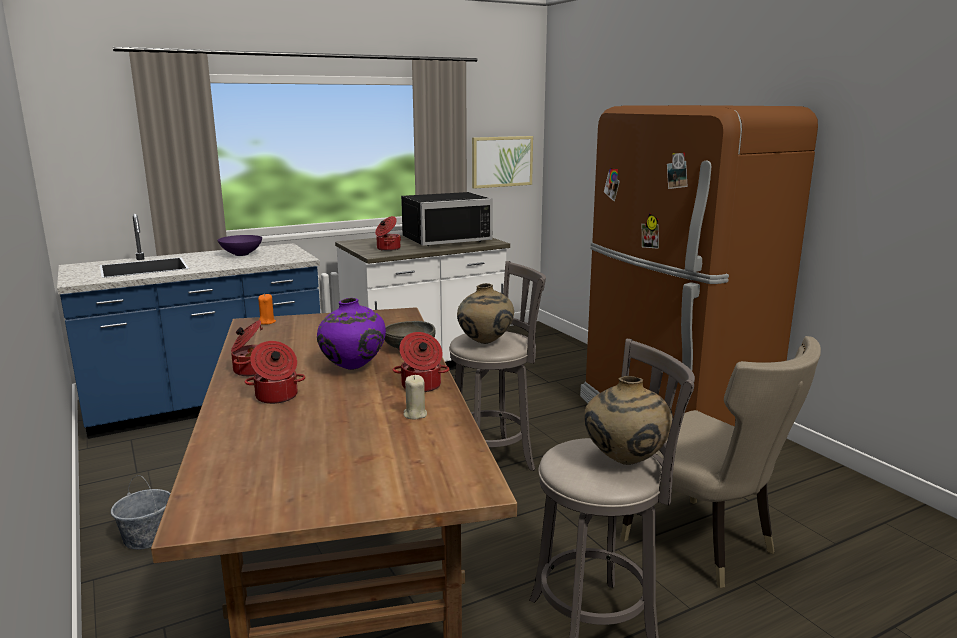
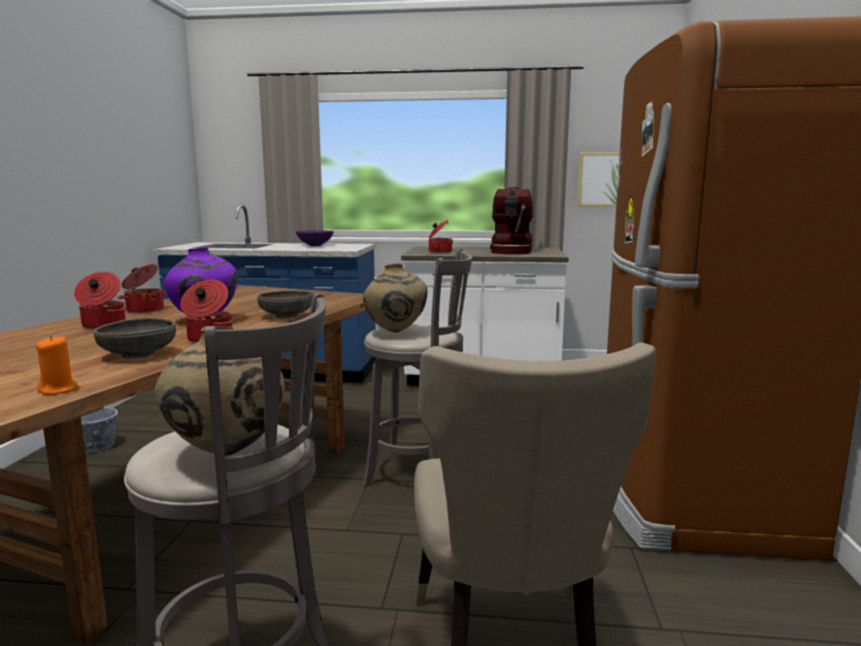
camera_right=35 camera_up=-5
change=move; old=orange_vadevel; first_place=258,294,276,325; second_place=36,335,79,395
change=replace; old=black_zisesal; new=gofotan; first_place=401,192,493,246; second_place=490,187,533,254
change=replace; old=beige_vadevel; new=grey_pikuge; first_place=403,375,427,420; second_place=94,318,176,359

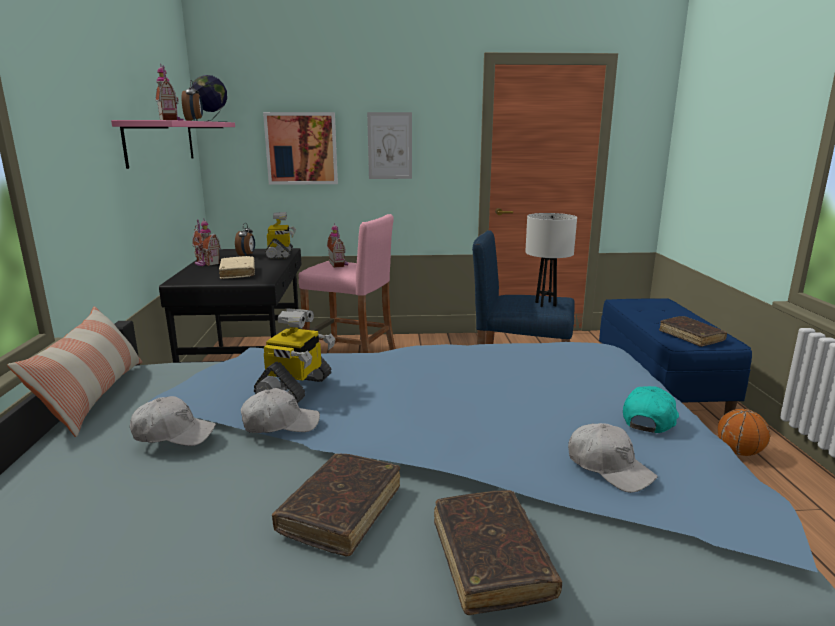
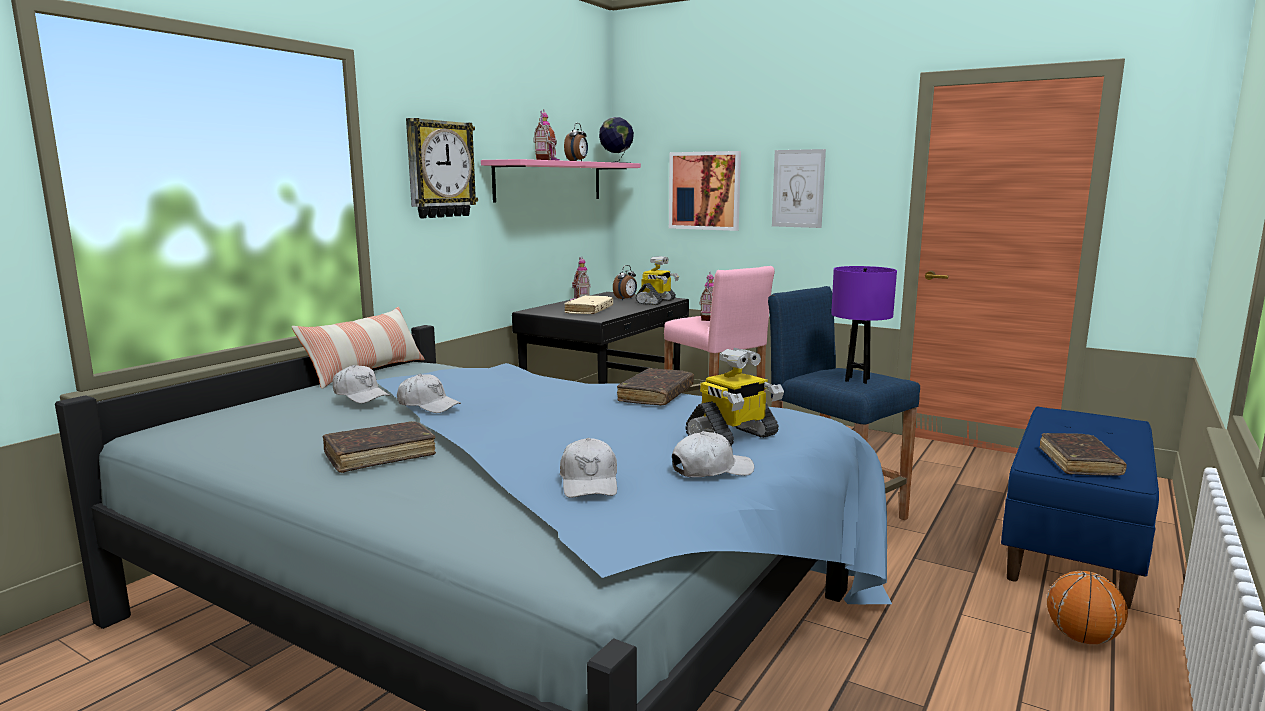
camera_right=35 camera_up=-5
change=move; old=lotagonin; first_place=254,308,335,403; second_place=686,348,784,446
change=move; old=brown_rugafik; first_place=434,490,562,615; second_place=617,368,694,406
change=recolor; old=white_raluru; new=purple_raluru; first_place=525,213,577,307; second_place=831,266,897,384
change=recolor; old=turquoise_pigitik; new=white_pigitik; first_place=623,386,679,433; second_place=672,431,754,477
change=insert; new=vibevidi; second_place=406,118,478,218

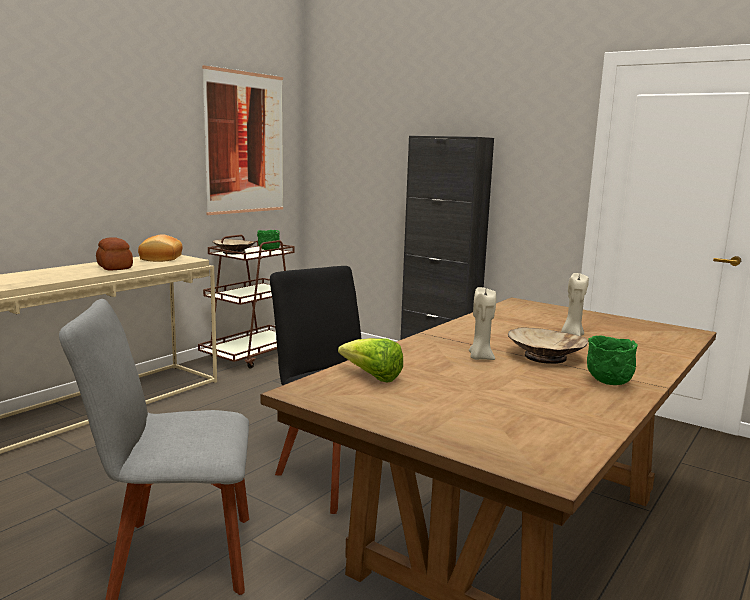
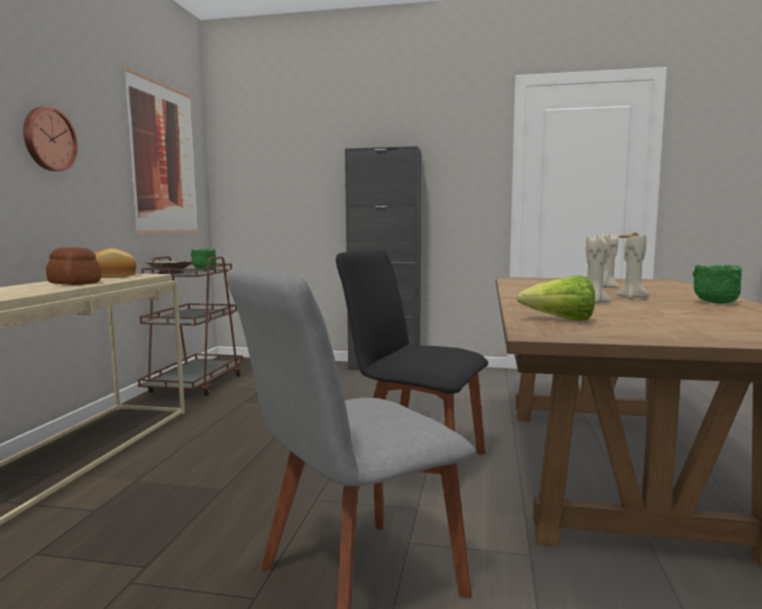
camera_right=-25 camera_up=-5
change=replace; old=beige_pikuge; new=beige_vadevel; first_place=508,327,588,364; second_place=616,234,649,299
change=insert; new=vibevidi; second_place=23,107,78,171

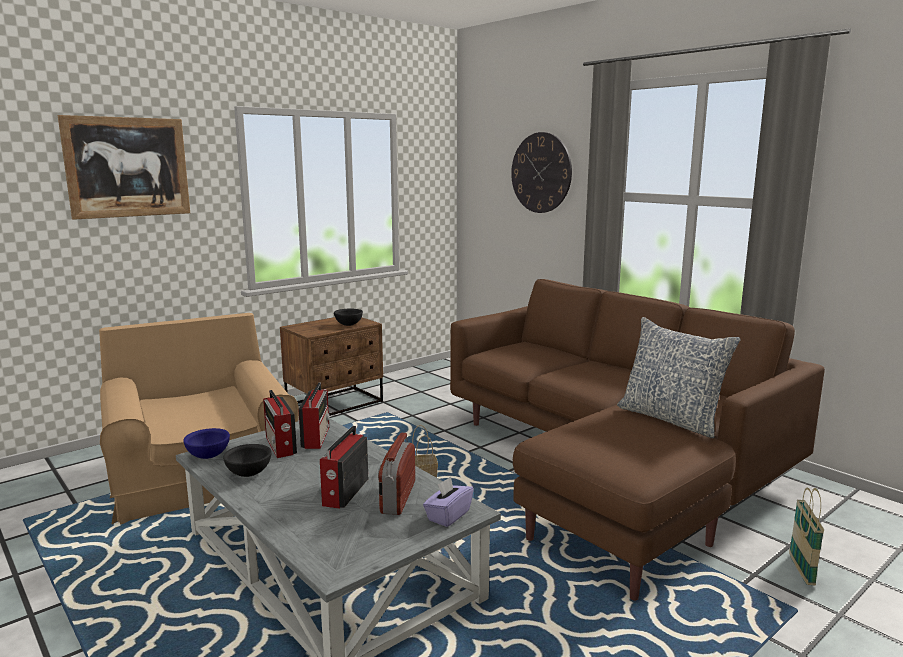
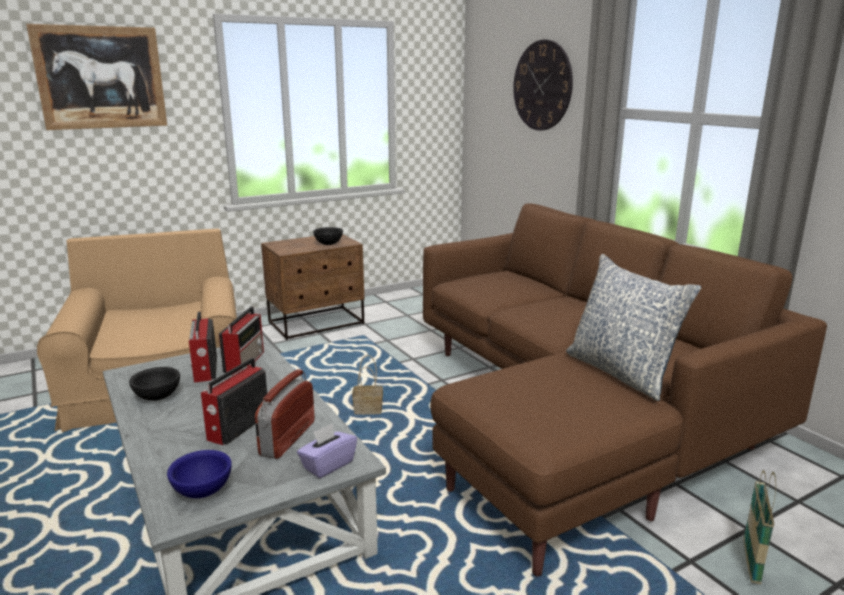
camera_right=10 camera_up=5
change=move; old=blue_pikuge; first_place=183,428,230,459; second_place=167,450,232,498

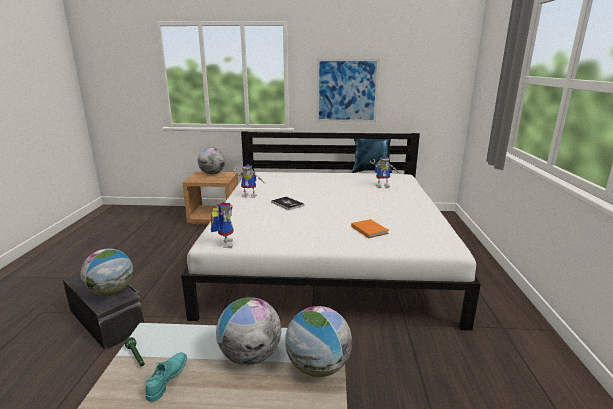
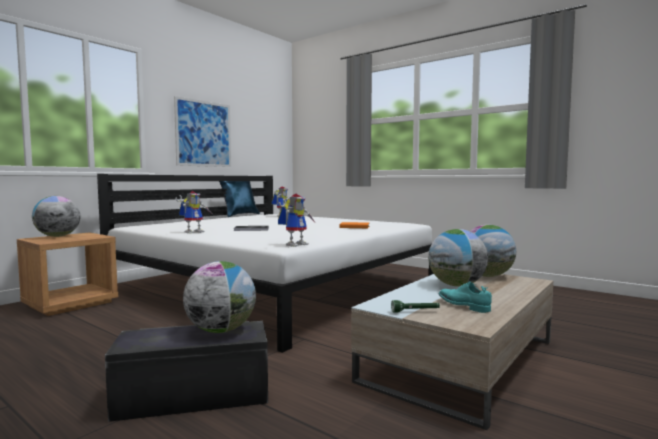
camera_right=-55 camera_up=-15
change=rotate; old=lotagonin; first_place=211,202,233,248; second_place=278,194,315,247; degrees=105

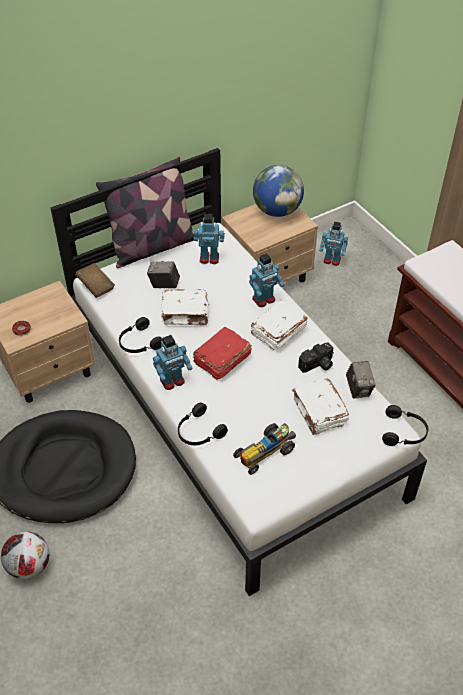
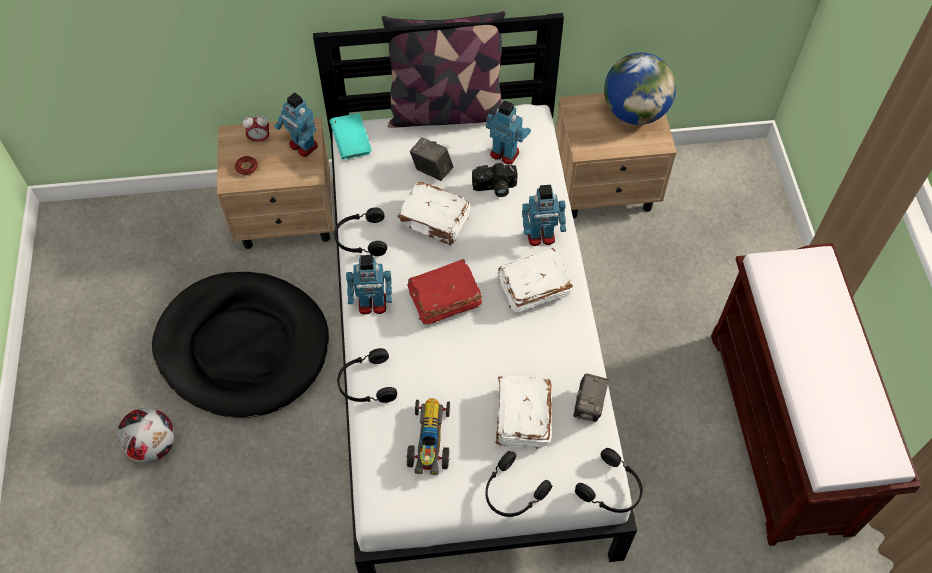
camera_right=25 camera_up=10
change=recolor; old=brown_rugafik; new=turquoise_rugafik; first_place=75,263,115,298; second_place=329,113,372,159
change=rotate; old=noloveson; first_place=233,423,296,475; second_place=406,398,451,475; degrees=105
change=move; old=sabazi; first_place=298,342,334,373; second_place=472,163,518,197
change=move; old=lotagonin; first_place=319,222,348,266; second_place=274,92,318,157
change=insert; new=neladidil; second_place=243,115,269,143
change=insert; new=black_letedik; second_place=486,451,552,517

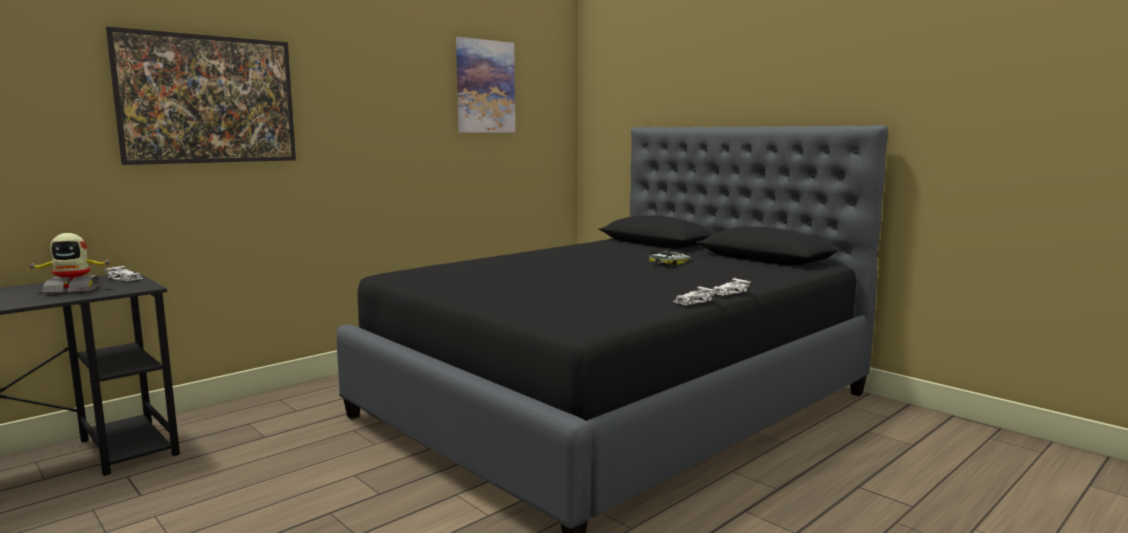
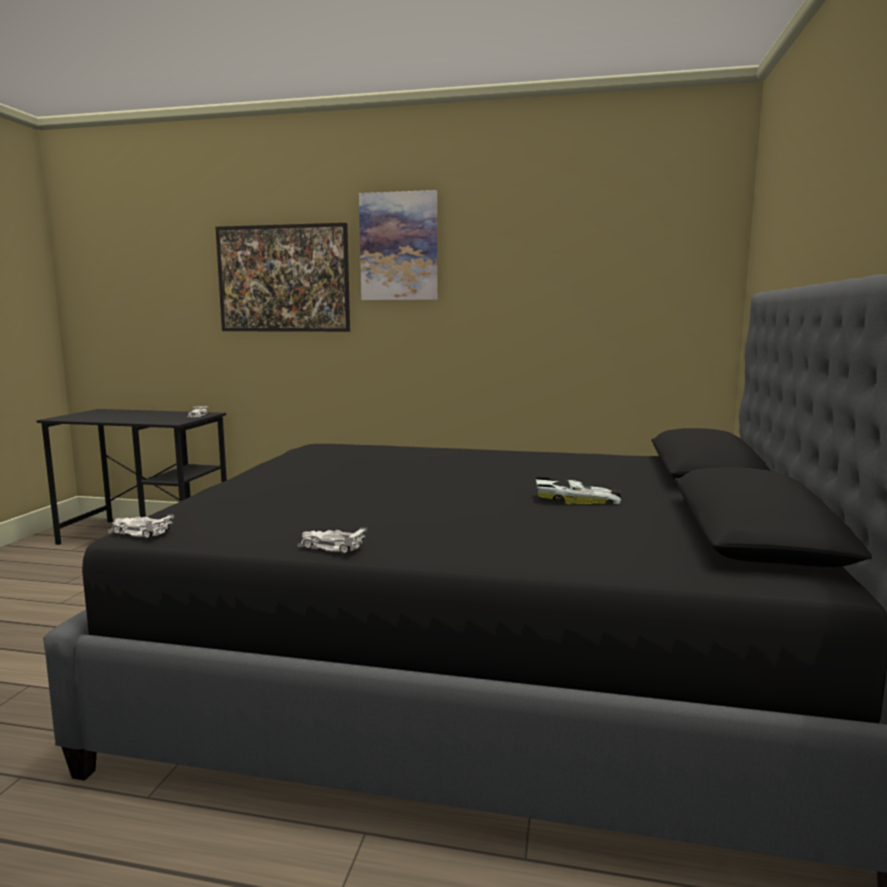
camera_right=55 camera_up=0
change=delete; old=lotagonin; first_place=24,233,114,294
change=move; old=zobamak; first_place=456,37,515,133; second_place=359,190,437,300
change=move; old=white_noloveson; first_place=710,277,751,296; second_place=108,514,174,539

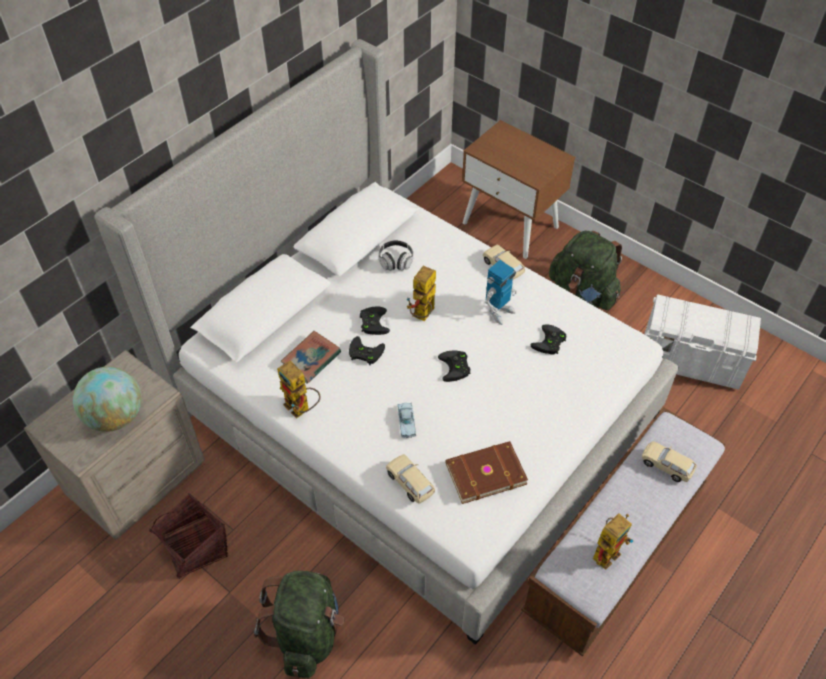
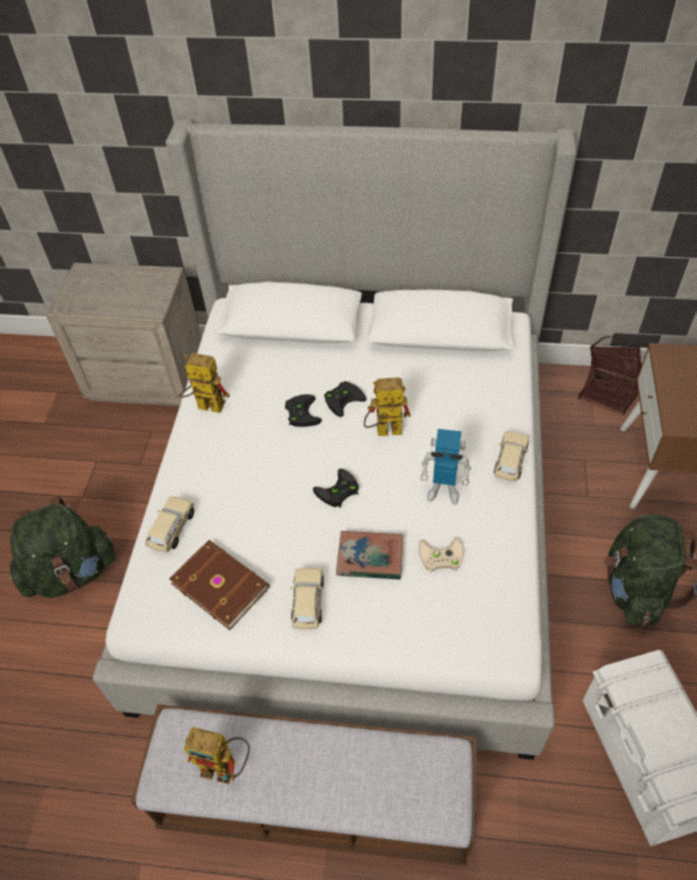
camera_right=60 camera_up=0
change=delete; old=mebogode; first_place=73,367,141,432
change=move; old=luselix; first_place=149,493,228,579; second_place=578,336,642,415
change=rotate; old=lotagonin; first_place=277,360,320,418; second_place=178,353,230,413; degrees=90
change=move; old=rugafik; first_place=281,331,341,384; second_place=336,531,403,580
change=delete; old=letedik; first_place=378,240,413,271
change=delete; old=blue_noloveson; first_place=398,403,416,438
change=recolor; old=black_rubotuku; new=beige_rubotuku; first_place=531,324,566,355; second_place=419,537,463,573
change=move; old=beige_noloveson; first_place=642,441,697,482; second_place=290,568,324,629

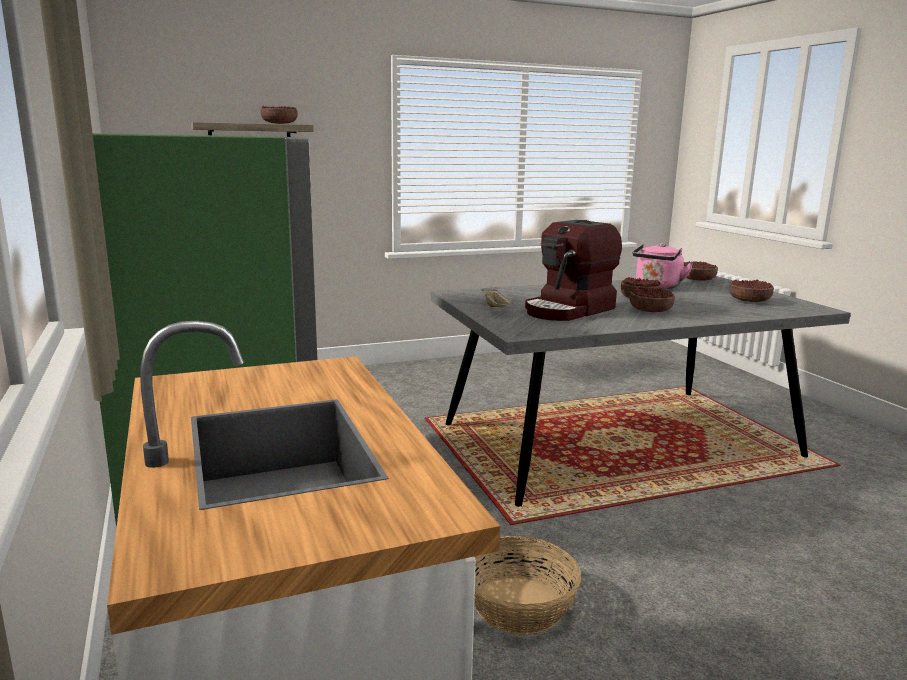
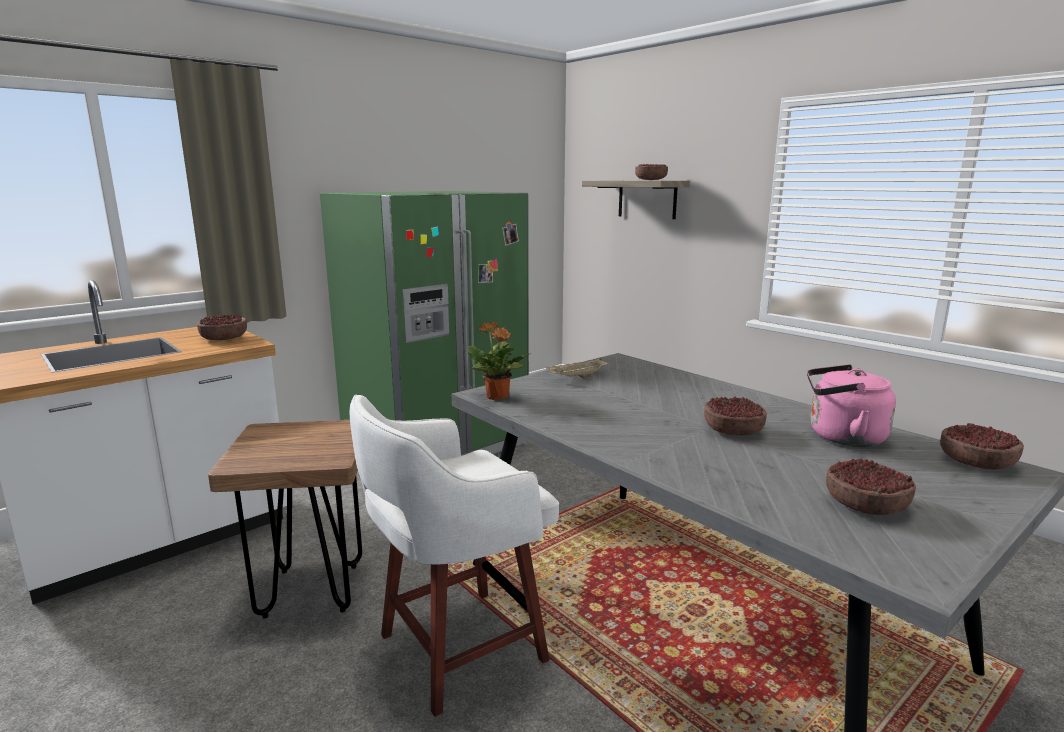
camera_right=70 camera_up=0
change=replace; old=luselix; new=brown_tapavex; first_place=474,536,581,635; second_place=208,420,362,618
change=delete; old=gofotan; first_place=525,220,622,321
change=move; old=pikuge; first_place=630,288,675,312; second_place=197,314,247,340
change=insert; new=white_tapavex; second_place=349,395,559,717
change=insert; new=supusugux; second_place=468,322,531,400

